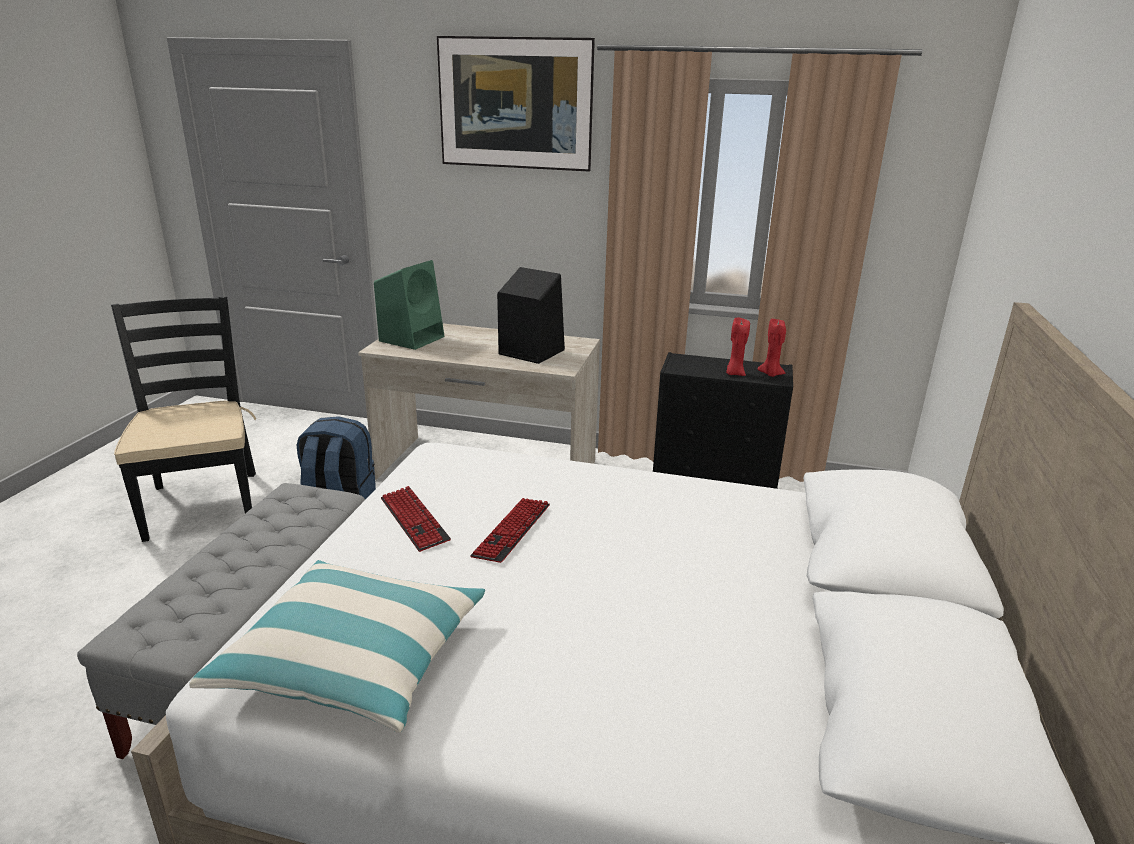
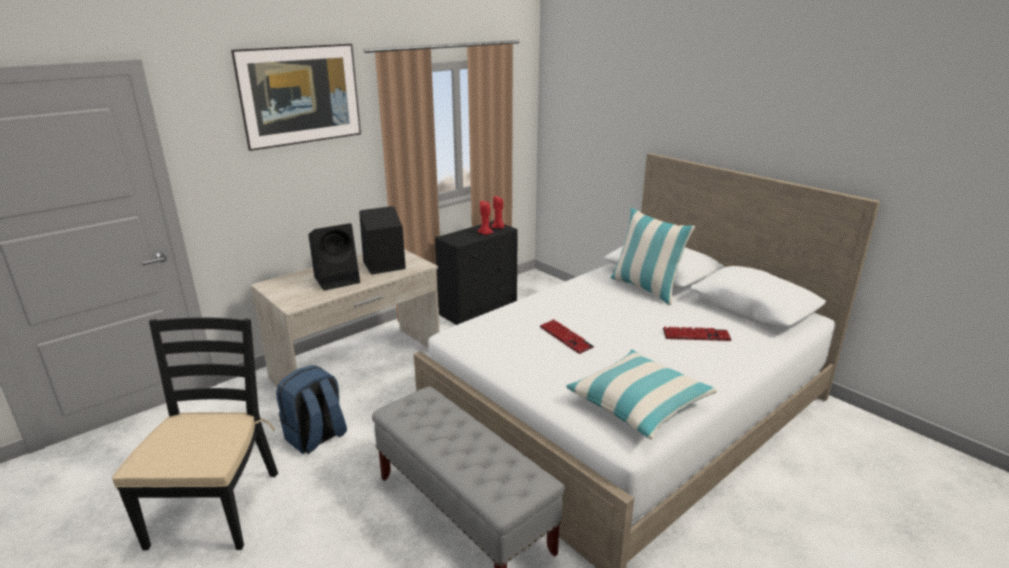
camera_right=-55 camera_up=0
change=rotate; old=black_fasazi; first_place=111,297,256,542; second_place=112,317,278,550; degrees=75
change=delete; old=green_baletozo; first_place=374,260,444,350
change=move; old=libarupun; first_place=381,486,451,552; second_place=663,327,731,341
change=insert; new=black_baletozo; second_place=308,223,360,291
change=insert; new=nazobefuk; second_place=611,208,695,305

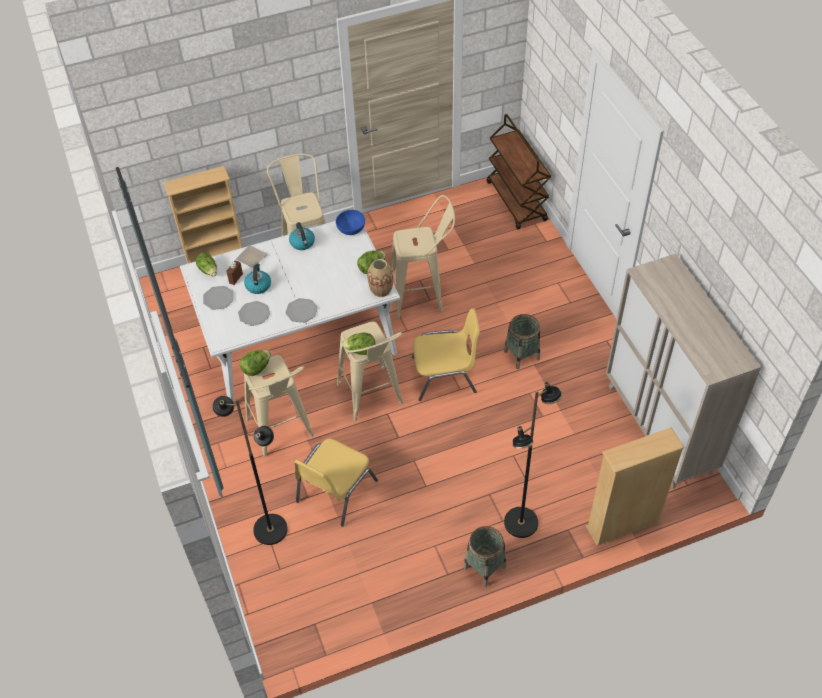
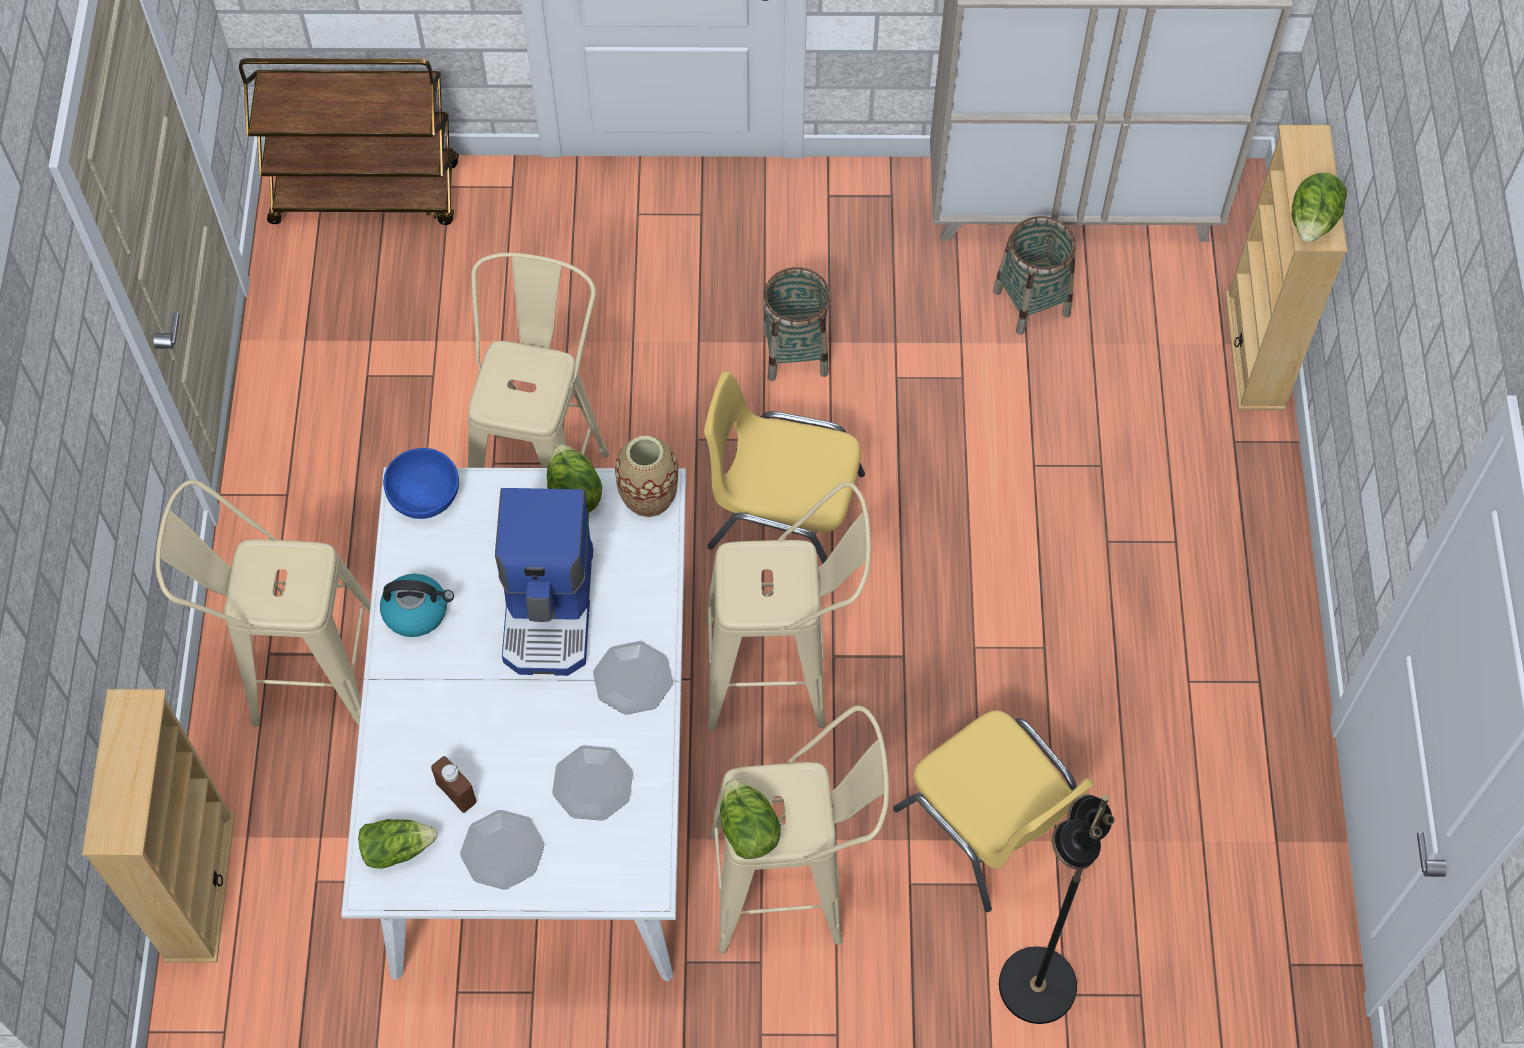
camera_right=-70 camera_up=10
change=delete; old=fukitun; first_place=235,245,267,268
change=delete; old=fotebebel; first_place=244,263,271,294
change=move; old=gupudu; first_place=341,333,375,355; second_place=1292,173,1347,243
change=rotate; old=yellow_fasazi; first_place=412,308,480,401; second_place=704,371,865,564; degrees=-90
change=move; old=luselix; first_place=463,526,506,587; second_place=993,216,1076,335
change=delete; old=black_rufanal; first_place=504,382,562,538
change=insert; new=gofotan; second_place=495,488,593,676

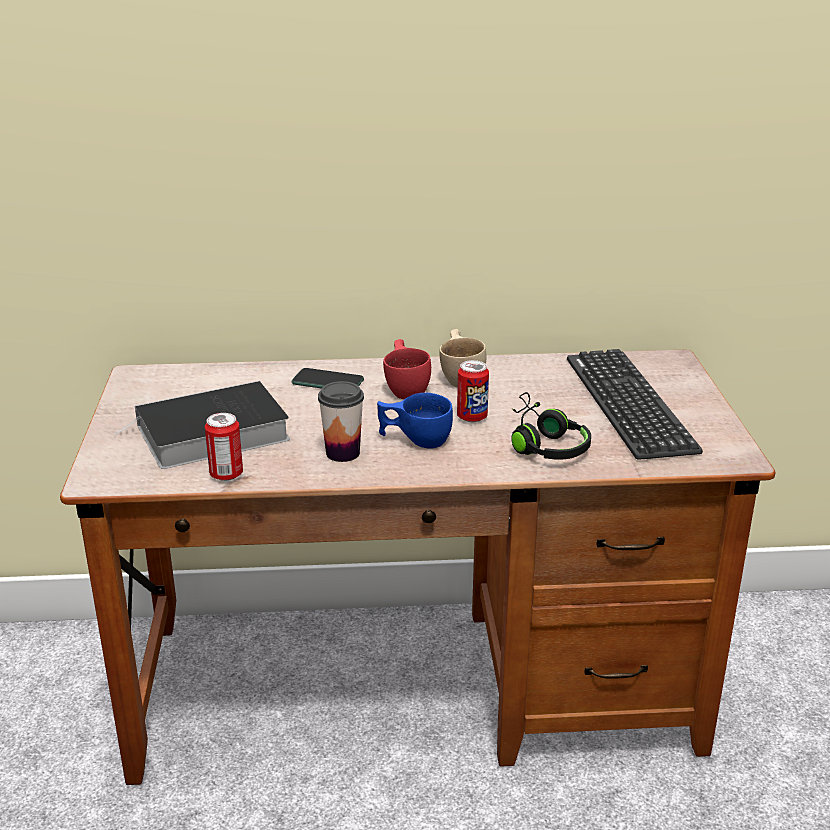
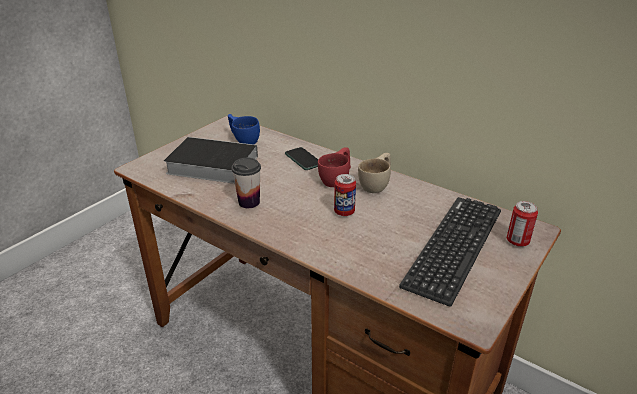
camera_right=40 camera_up=5
change=move; old=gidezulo; first_place=205,413,243,481; second_place=507,201,538,247
change=move; old=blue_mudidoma; first_place=377,393,453,449; second_place=228,114,260,145
change=delete; old=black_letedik; first_place=511,392,591,460

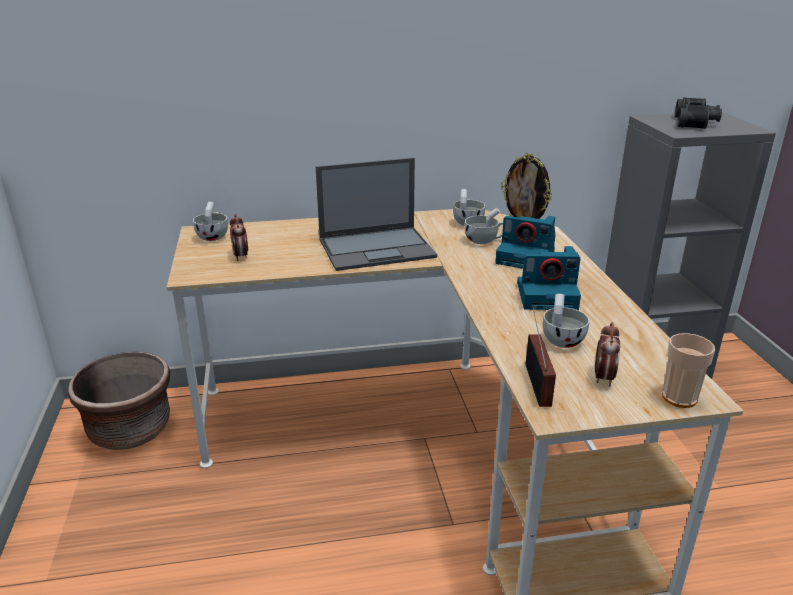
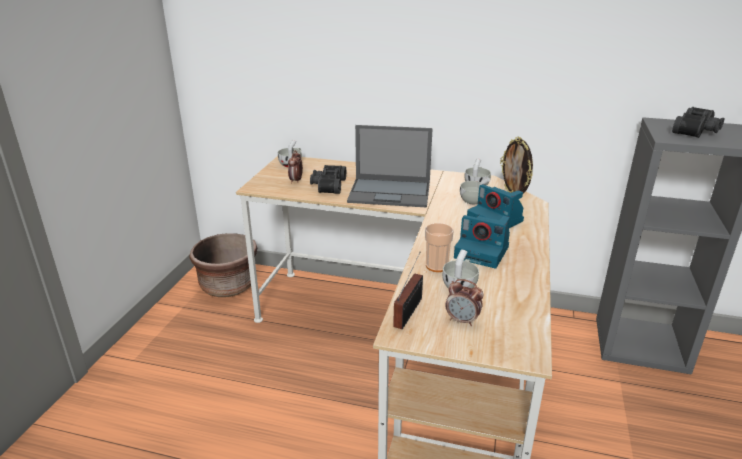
camera_right=25 camera_up=0
change=rotate; old=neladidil; first_place=595,322,620,386; second_place=445,279,483,326; degrees=75
change=move; old=mudidoma; first_place=662,333,715,408; second_place=425,223,454,272
change=insert; new=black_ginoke; second_place=310,165,346,194

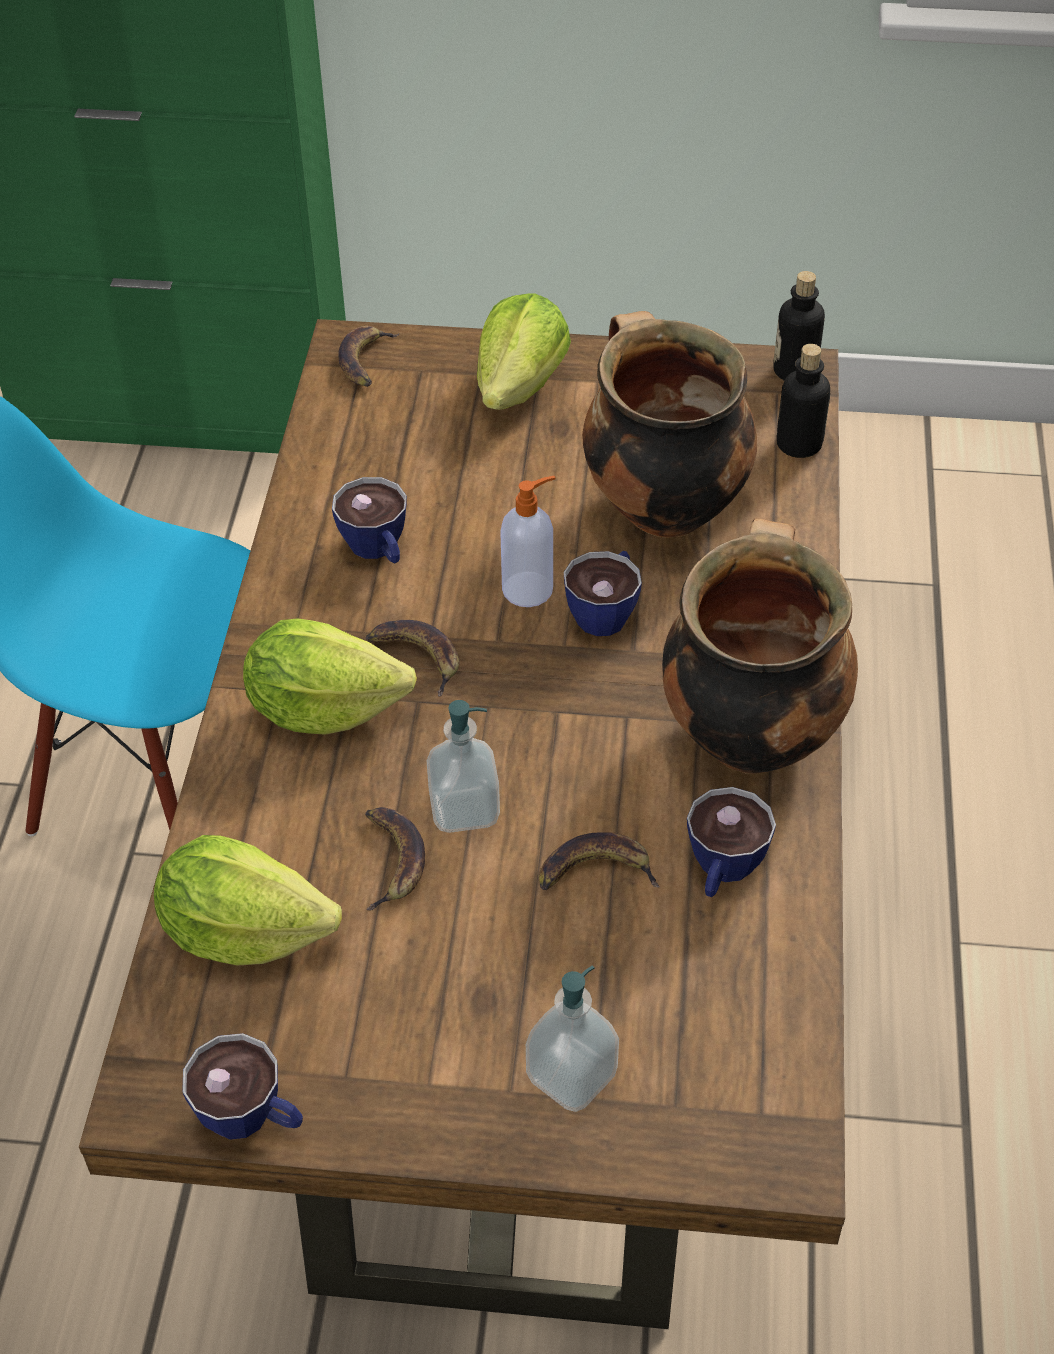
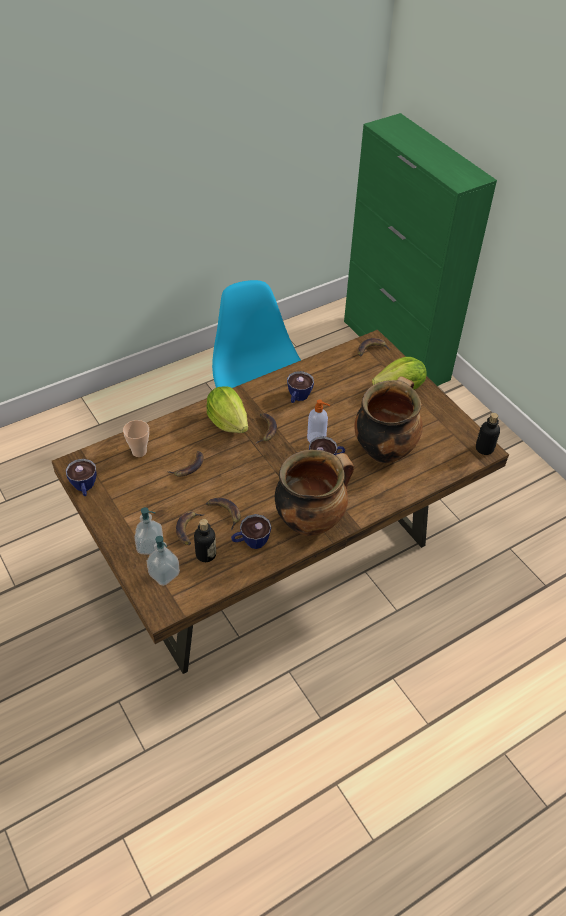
camera_right=50 camera_up=0
change=replace; old=gupudu; new=mudidoma; first_place=154,835,342,966; second_place=123,420,149,457
change=move; old=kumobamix; first_place=426,700,500,833; second_place=146,536,180,586
change=move; old=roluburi; first_place=777,344,830,458; second_place=194,519,216,562
change=insert; new=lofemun; second_place=176,511,204,545

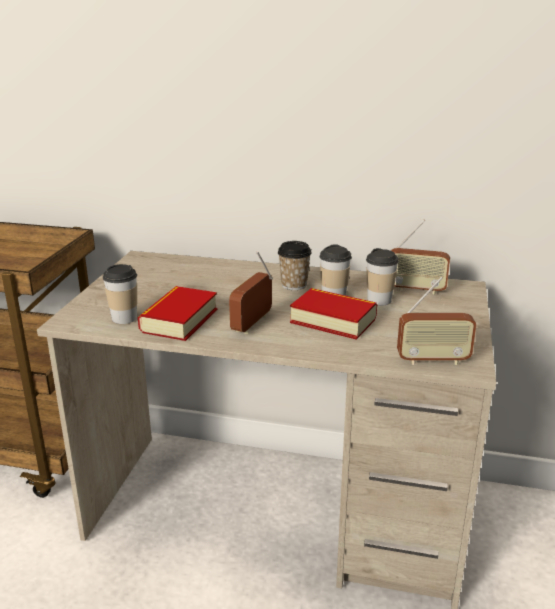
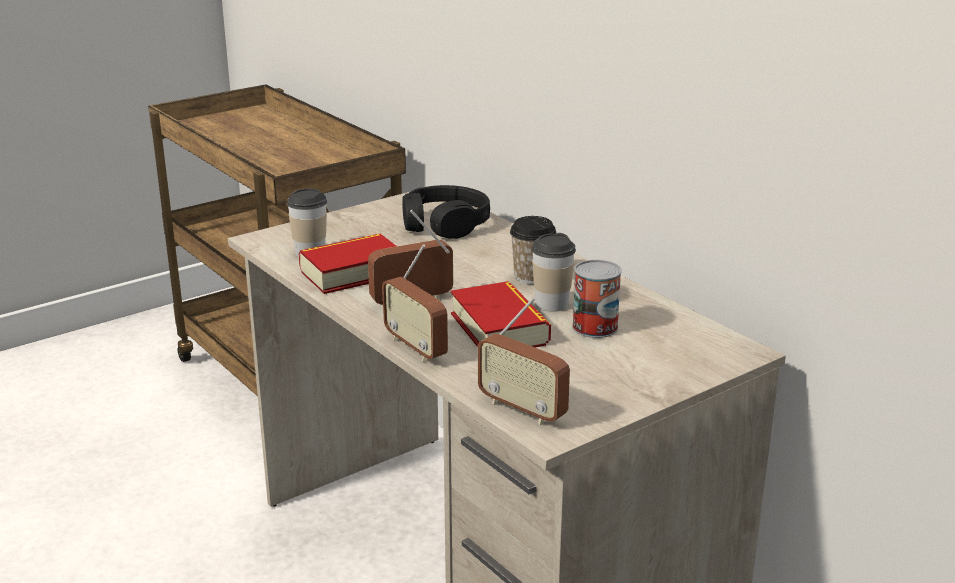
camera_right=40 camera_up=0
change=replace; old=mudidoma; new=gidezulo; first_place=366,248,399,306; second_place=572,260,622,338
change=move; old=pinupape; first_place=391,220,450,295; second_place=382,244,448,362
change=insert; new=black_letedik; second_place=402,185,490,239

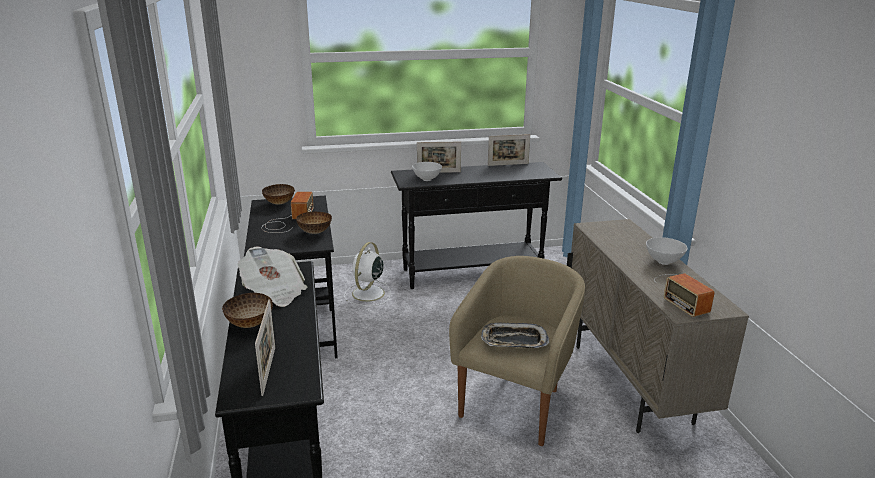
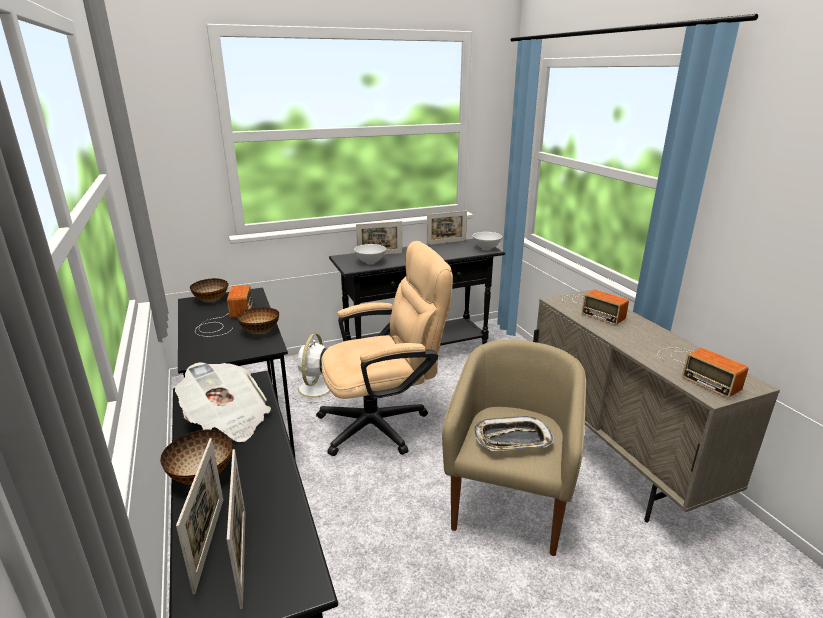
camera_right=-10 camera_up=0
change=move; old=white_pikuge; first_place=646,237,688,265; second_place=473,232,502,250
change=insert; new=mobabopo; second_place=176,438,223,594
change=insert; new=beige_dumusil; second_place=316,241,453,456
change=insert; new=pinupape; second_place=562,290,629,325

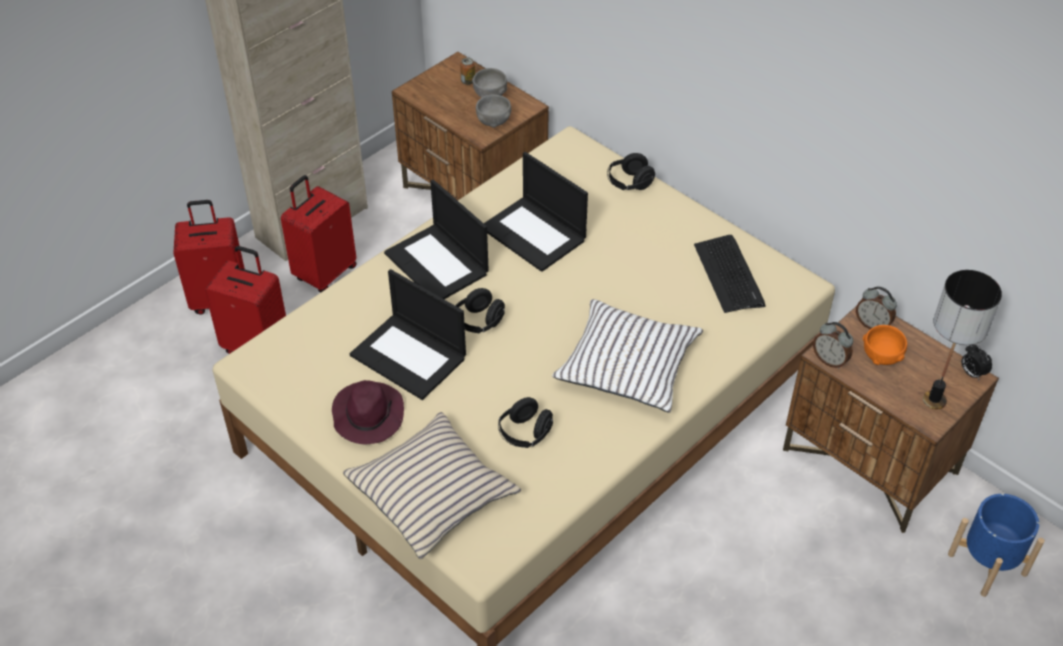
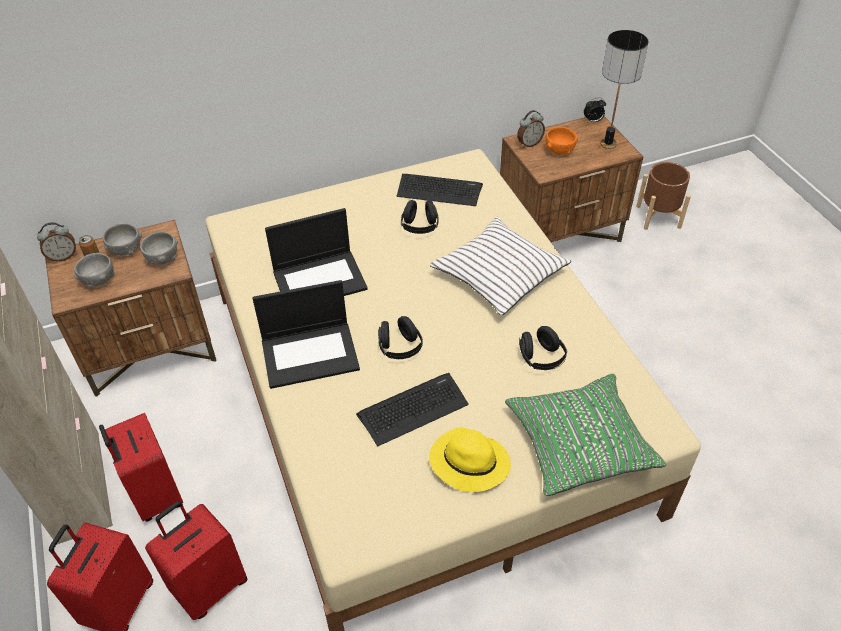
camera_right=-65 camera_up=0
change=recolor; old=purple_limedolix; new=yellow_limedolix; first_place=332,380,404,444; second_place=429,427,511,492
change=recolor; old=beige_nazobefuk; new=green_nazobefuk; first_place=343,412,521,559; second_place=505,374,667,496
change=replace; old=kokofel; new=libarupun; first_place=350,269,466,400; second_place=356,373,469,446
change=move; old=black_letedik; first_place=607,153,655,190; second_place=401,200,438,234
change=move; old=neladidil; first_place=813,322,853,369; second_place=37,222,76,262
change=recolor; old=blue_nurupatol; new=brown_nurupatol; first_place=948,494,1045,597; second_place=636,162,691,230
change=insert; new=grey_pikuge; second_place=74,253,115,288

